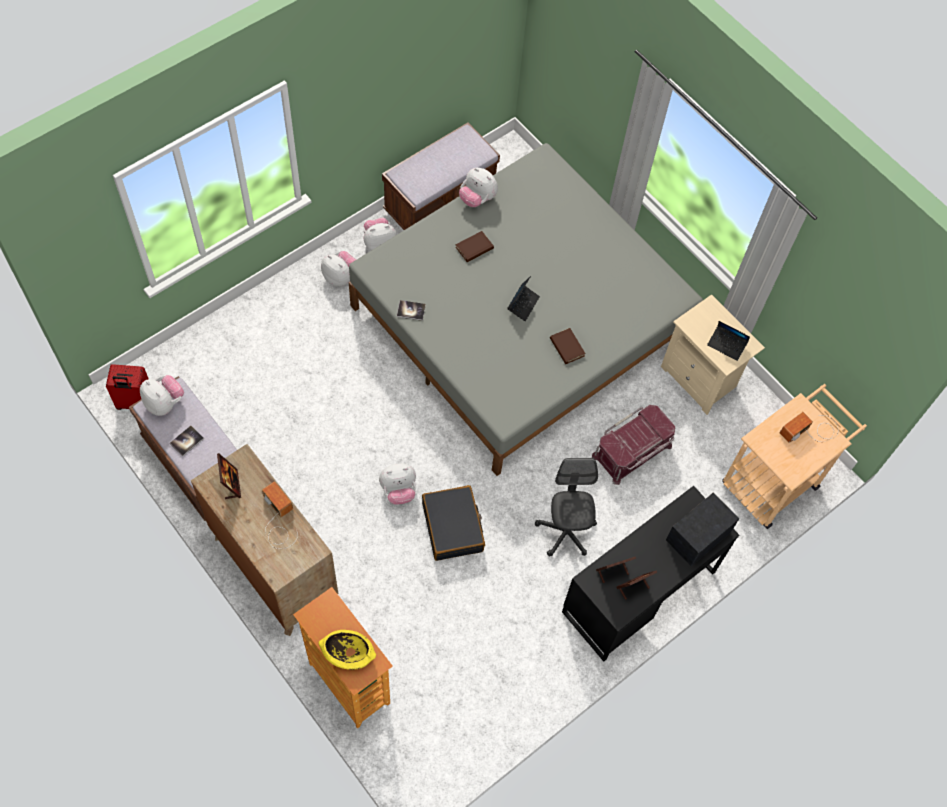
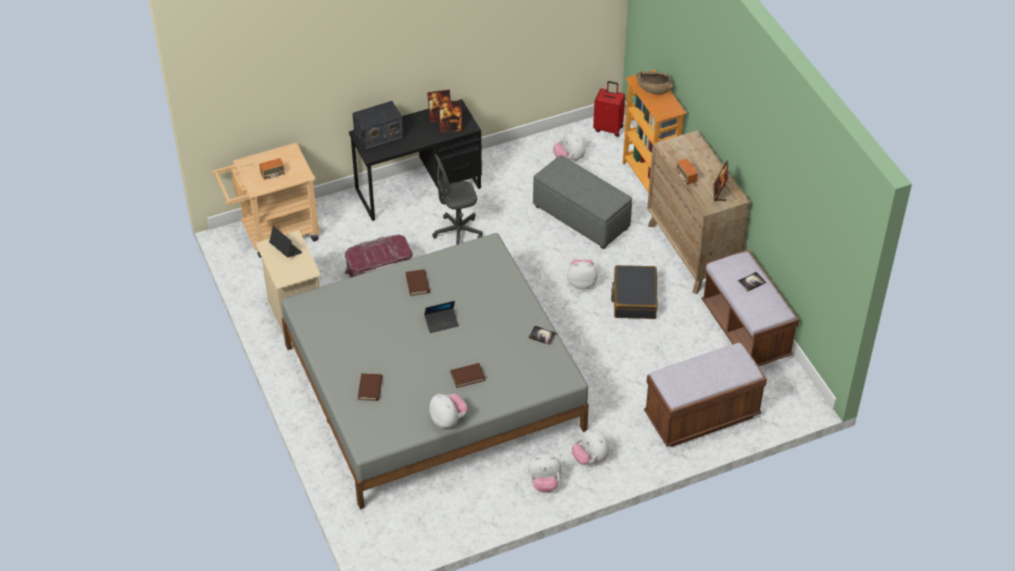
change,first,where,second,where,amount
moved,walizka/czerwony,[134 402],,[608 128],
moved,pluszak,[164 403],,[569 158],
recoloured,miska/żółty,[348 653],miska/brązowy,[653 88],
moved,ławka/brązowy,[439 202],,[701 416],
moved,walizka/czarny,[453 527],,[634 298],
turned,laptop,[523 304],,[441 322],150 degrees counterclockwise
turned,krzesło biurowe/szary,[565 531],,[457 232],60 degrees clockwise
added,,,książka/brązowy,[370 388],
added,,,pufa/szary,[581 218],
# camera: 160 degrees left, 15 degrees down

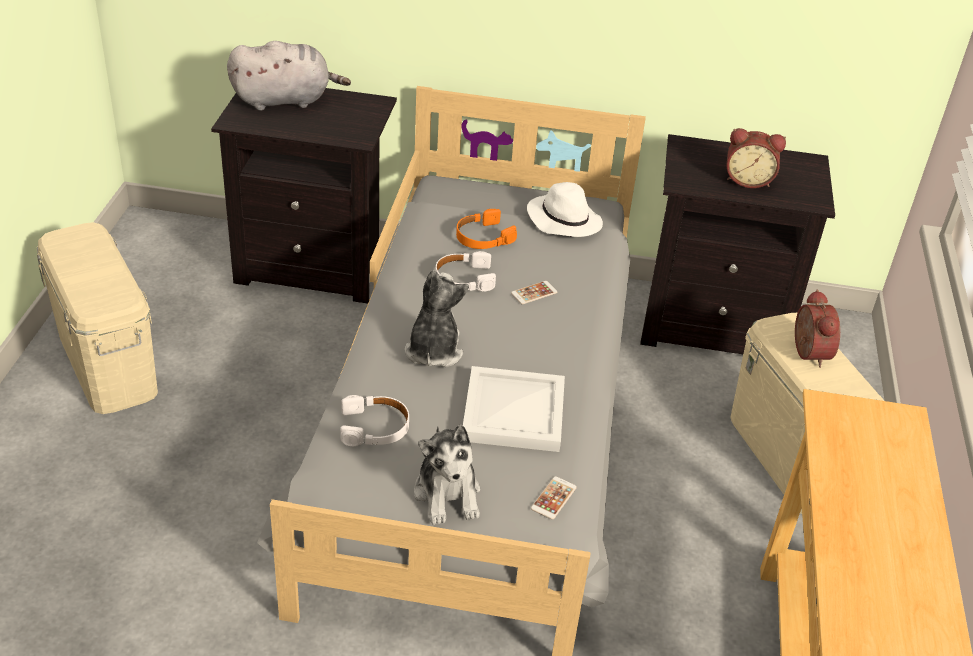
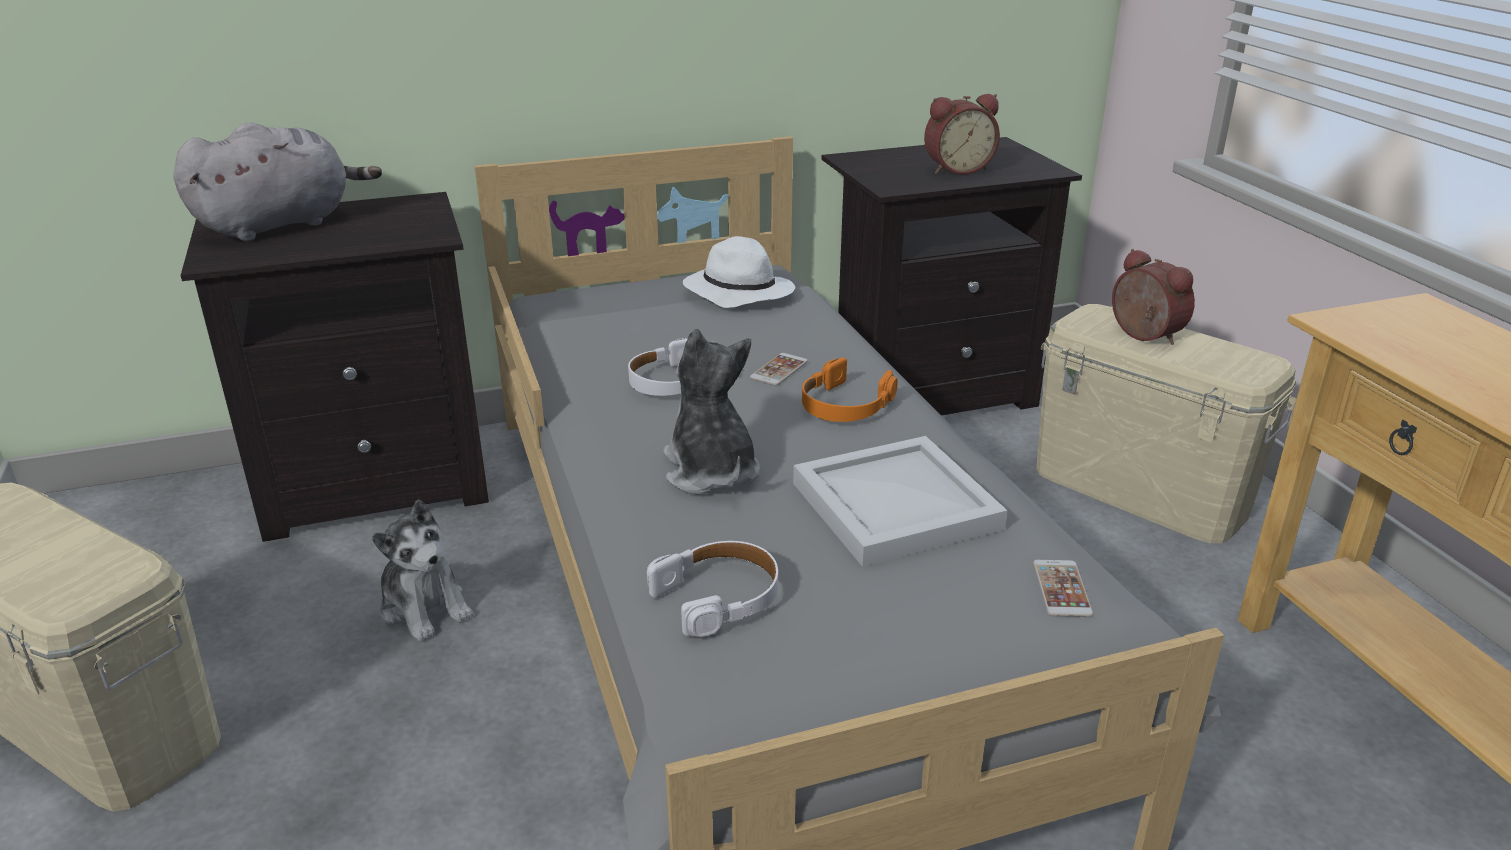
change,first,where,second,where,amount
moved,pluszak,[448 494],,[425 607],
moved,słuchawki/pomarańczowy,[483 237],,[844 405],
# camera: 25 degrees left, 10 degrees down

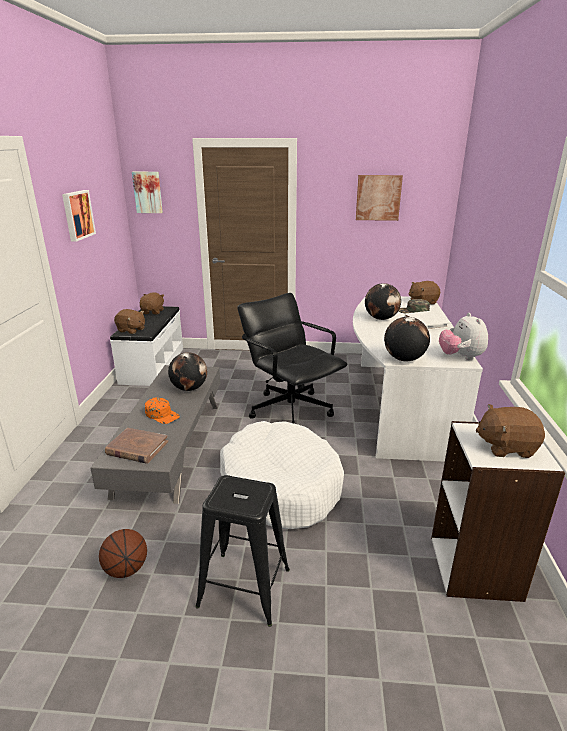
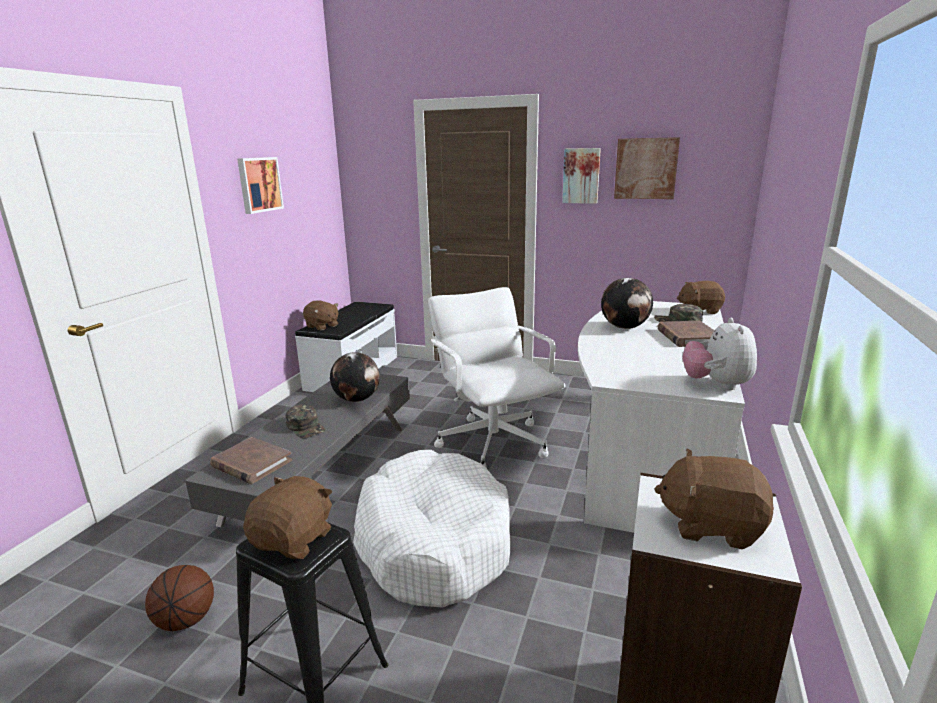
change,first,where,second,where,amount
moved,obraz,[148 192],,[581 176],
moved,pluszak/brązowy,[153 312],,[294 540],
recoloured,czapka z daszkiem/pomarańczowy,[162 415],czapka z daszkiem/zielony,[306 427],
recoloured,krzesło biurowe/czarny,[290 410],krzesło biurowe/biały,[493 442],
removed,globus,[404 359],,,
recoloured,książka/biały,[426 323],książka/brązowy,[688 337],
# camera: 15 degrees right, 5 degrees down

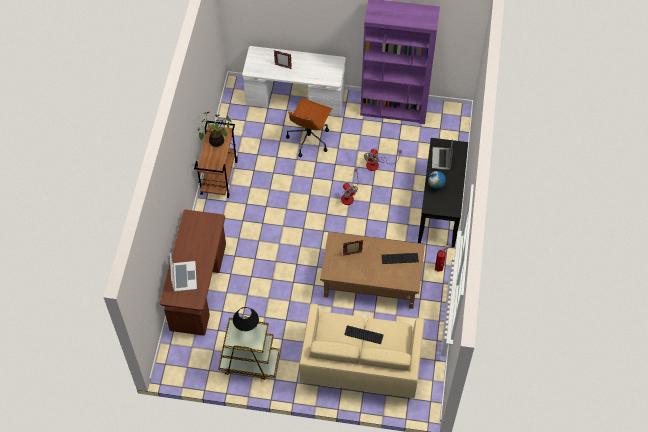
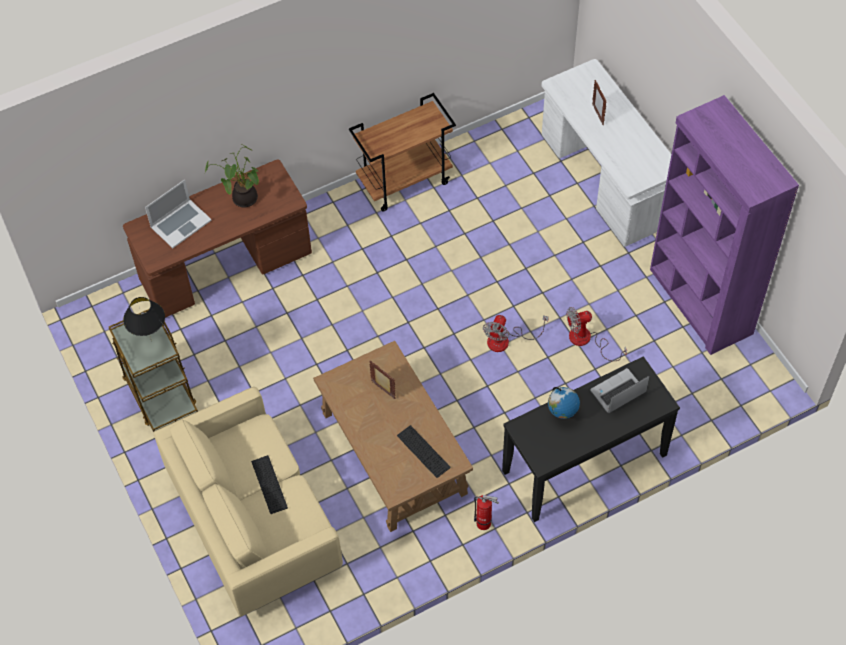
change,first,where,second,where,amount
moved,roślina doniczkowa,[216 142],,[242 199],
removed,krzesło biurowe/brązowy,[309 139],,,
# camera: 55 degrees right, 0 degrees up

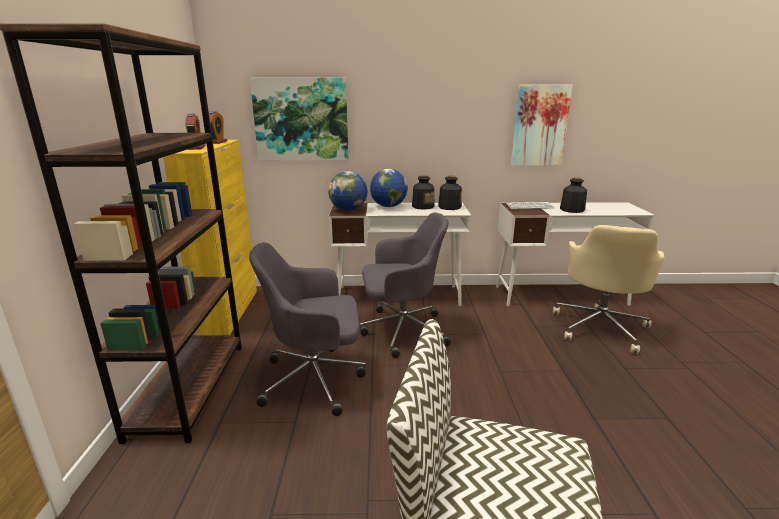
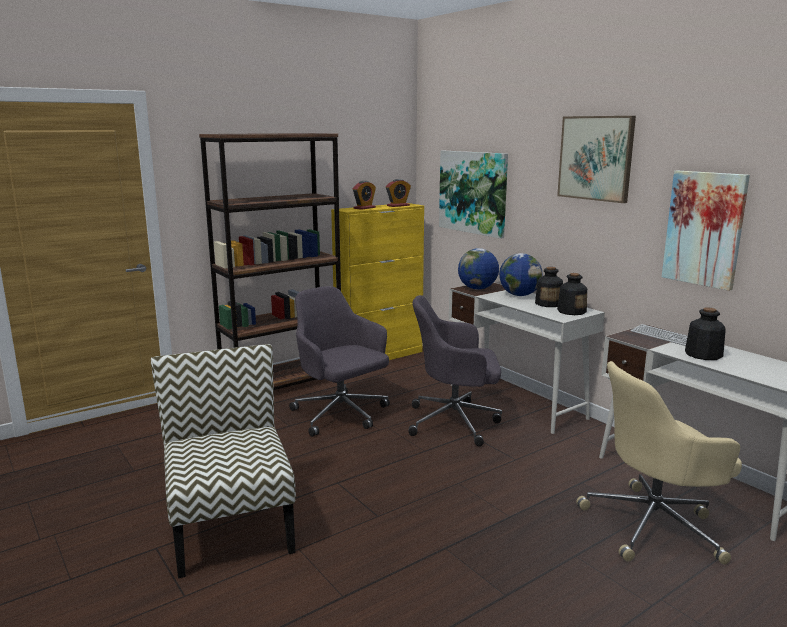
change,first,where,second,where,amount
turned,krzesło biurowe/szary,[401 331],,[455 422],135 degrees clockwise
added,,,obraz,[596 158],
# camera: 55 degrees right, 5 degrees down

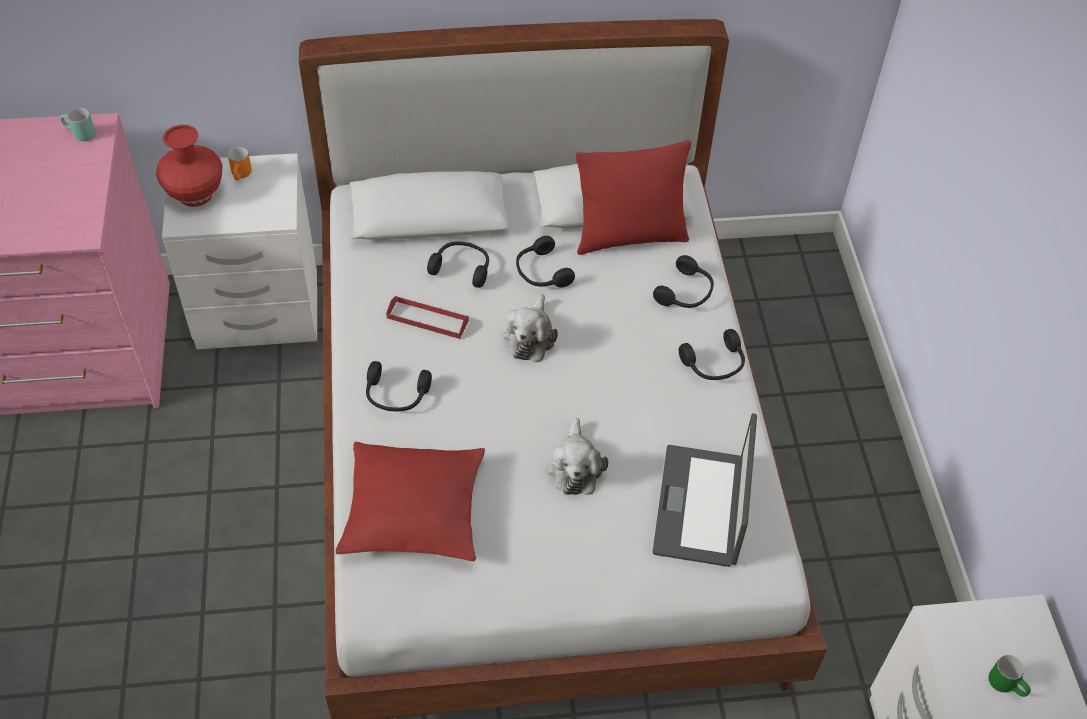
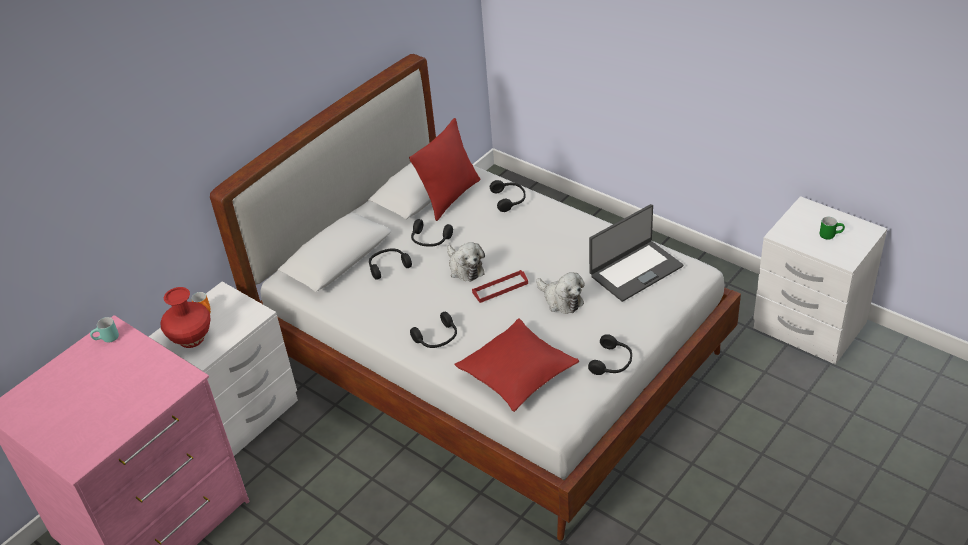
change,first,where,second,where,amount
moved,taca/czerwony,[427 319],,[500 288],
turned,laptop,[702 506],,[635 270],90 degrees counterclockwise
moved,słuchawki/czarny,[714 365],,[612 362],
# camera: 40 degrees left, 10 degrees down

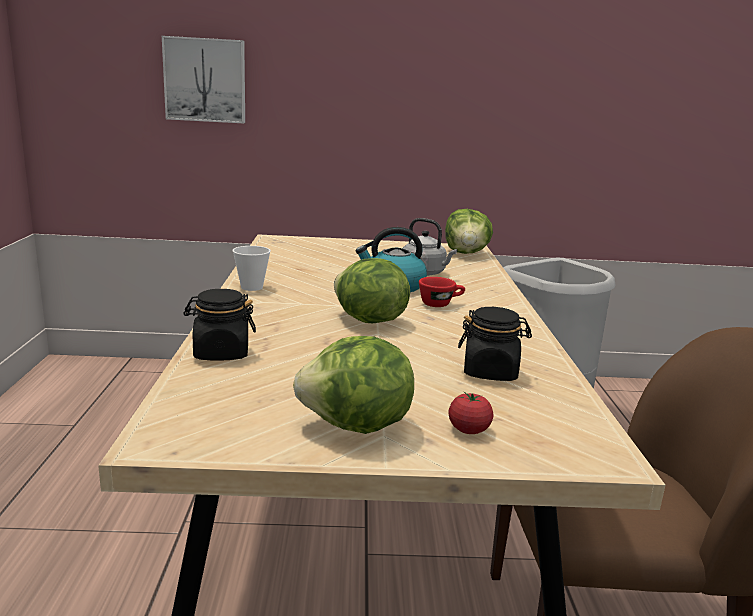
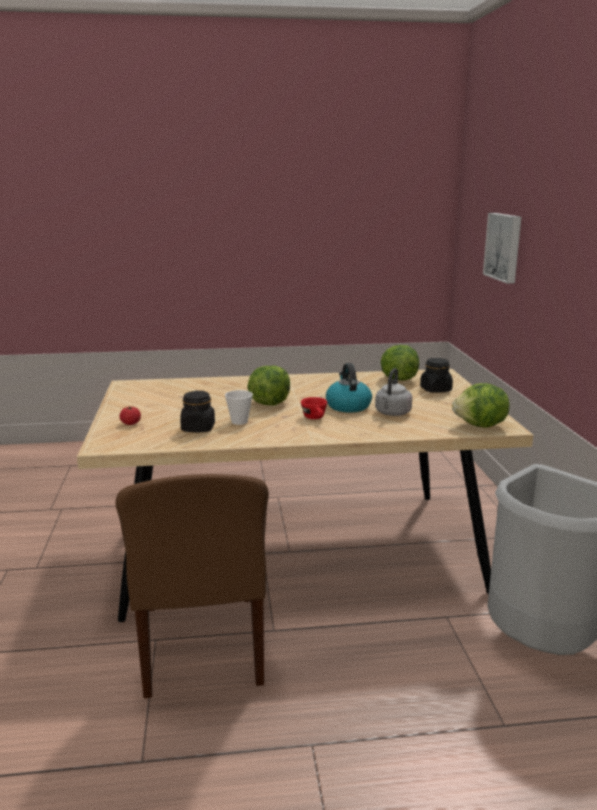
change,first,where,second,where,amount
moved,słoik/czarny,[221 353],,[435 390],
moved,filiżanka,[251 287],,[239 421],
moved,sałata,[356 427],,[398 379],
# camera: 85 degrees right, 0 degrees up

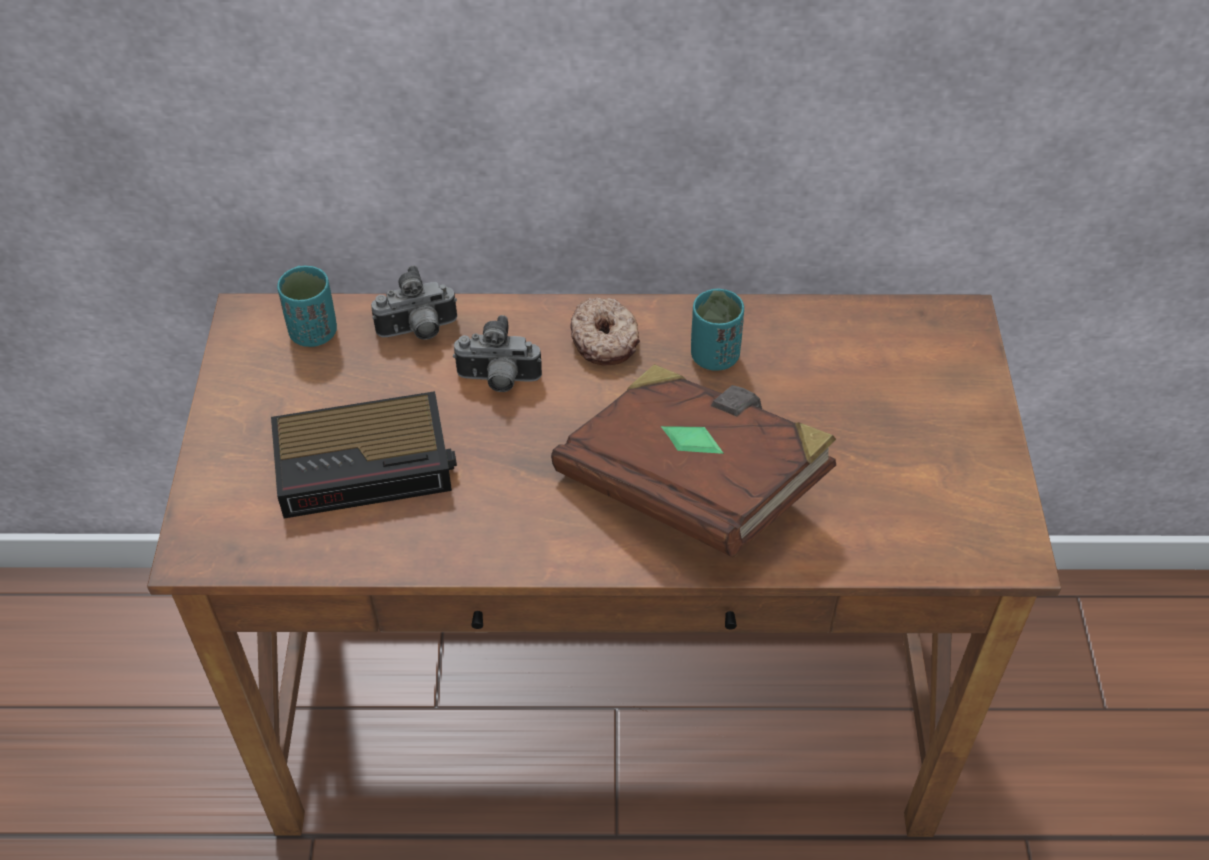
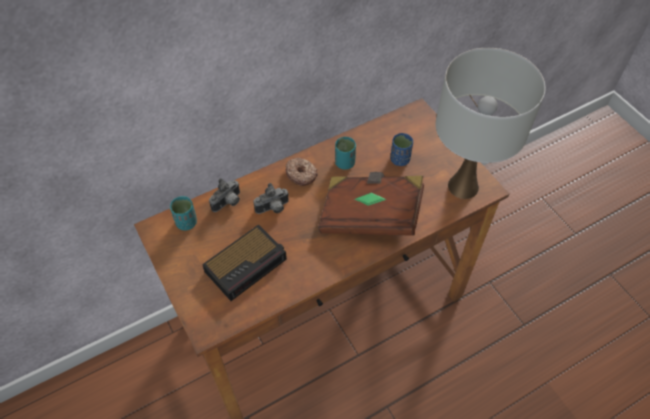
change,first,where,second,where,amount
added,,,filiżanka/niebieski,[400 159],
added,,,lampa stołowa/biały,[463 186],
# camera: 30 degrees left, 5 degrees up

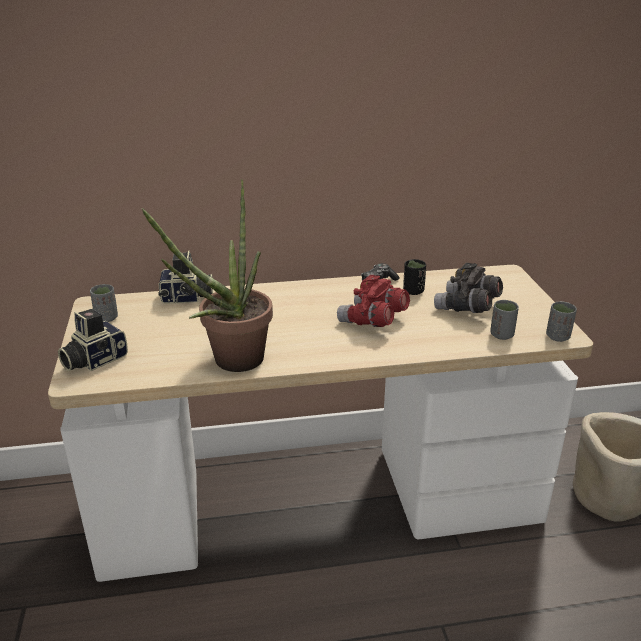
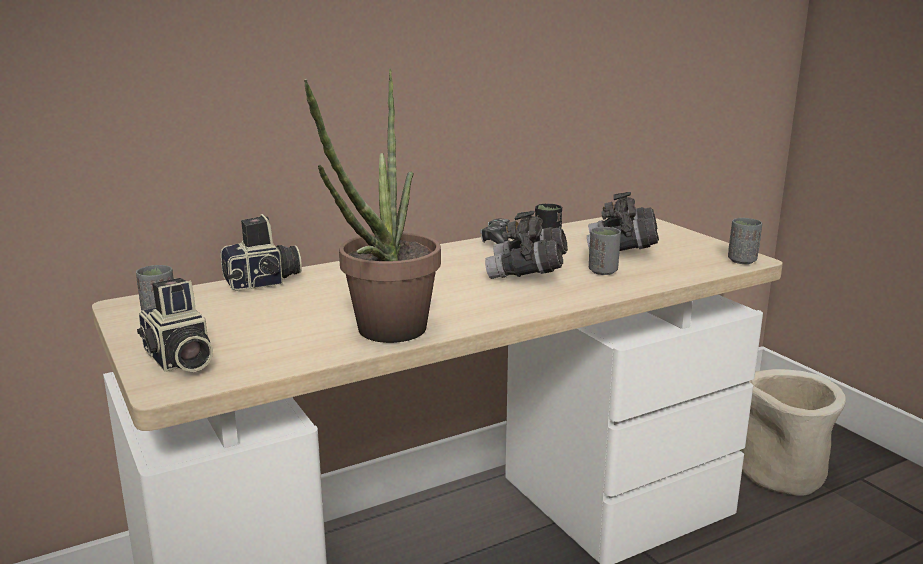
change,first,where,second,where,amount
turned,aparat fotograficzny,[94 360],,[178 360],60 degrees counterclockwise
recoloured,lornetka/czerwony,[373 321],lornetka/szary,[527 274],
moved,filiżanka/szary,[501 335],,[603 271],
# camera: 20 degrees left, 10 degrees down

